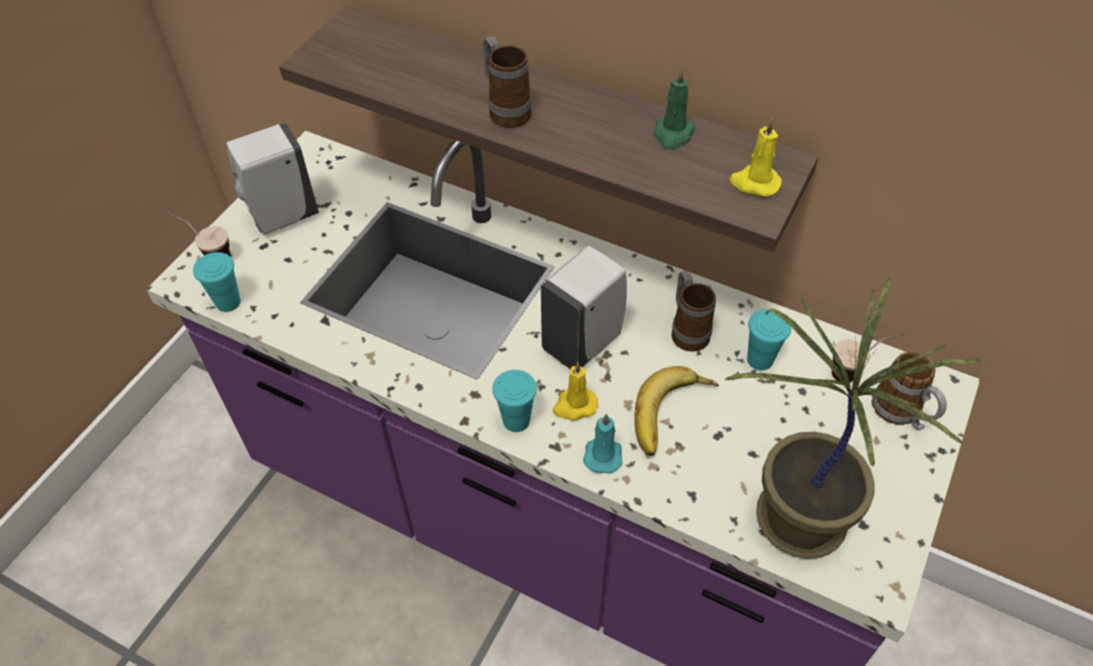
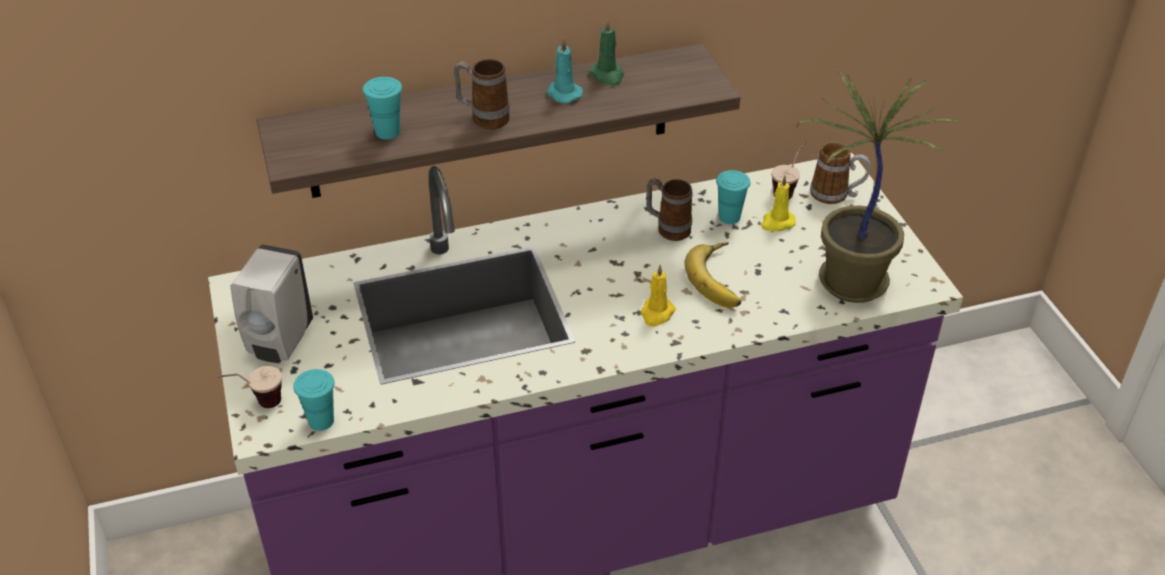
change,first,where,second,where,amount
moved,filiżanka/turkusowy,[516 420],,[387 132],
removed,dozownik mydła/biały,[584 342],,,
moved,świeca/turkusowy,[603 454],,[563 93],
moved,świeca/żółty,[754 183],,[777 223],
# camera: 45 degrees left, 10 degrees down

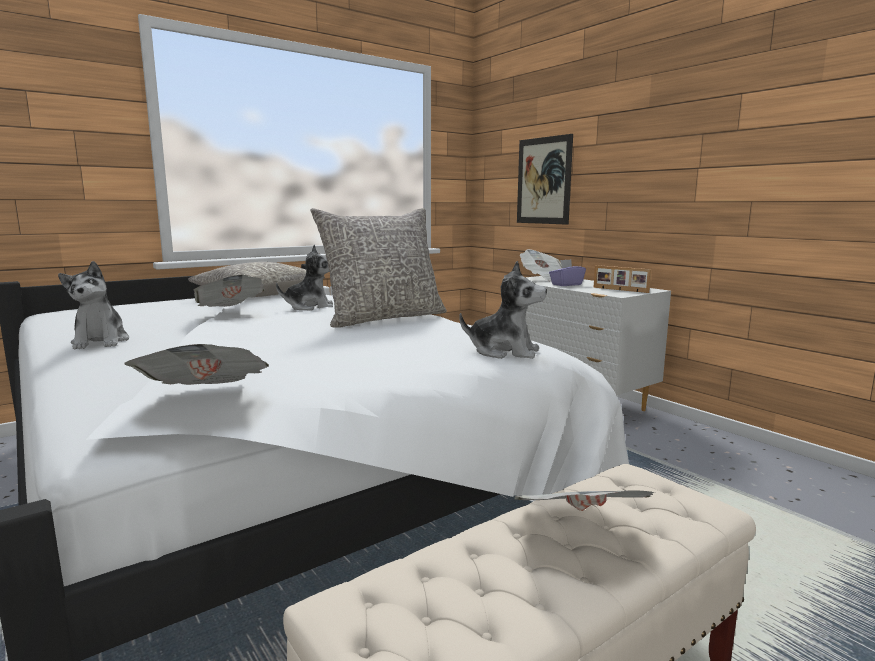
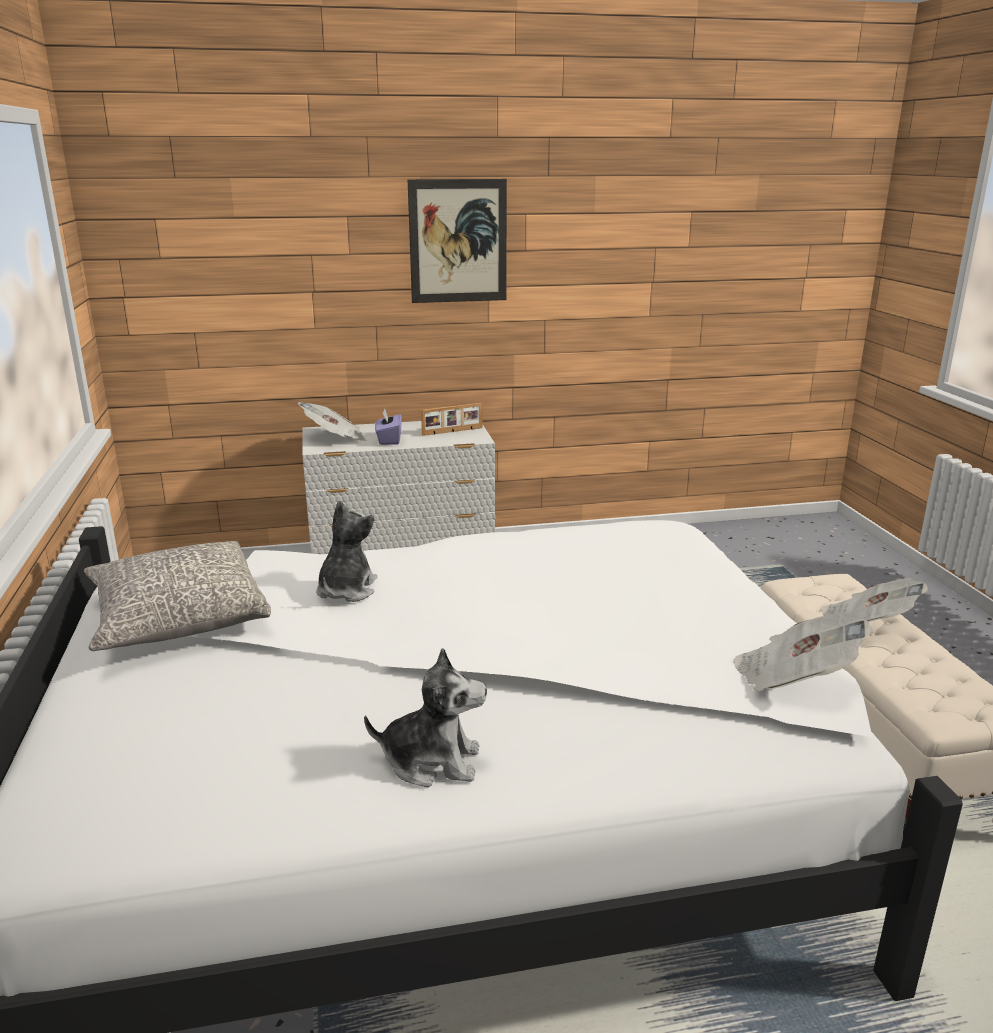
change,first,where,second,where,amount
removed,gazeta,[230 311],,,
removed,poduszka/szary,[383 318],,,
removed,pluszak,[504 351],,,
moved,obraz,[543 181],,[458 241],
# camera: 65 degrees left, 10 degrees up

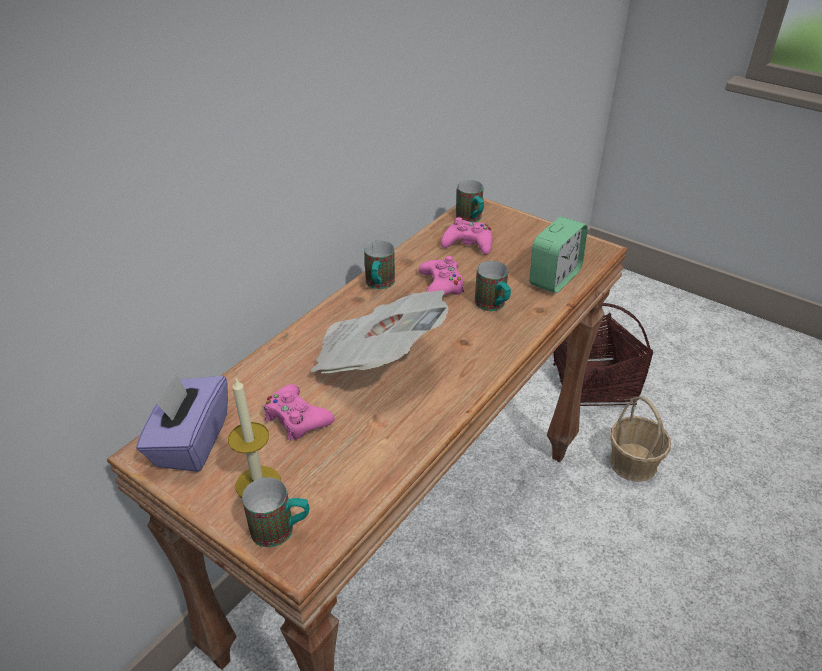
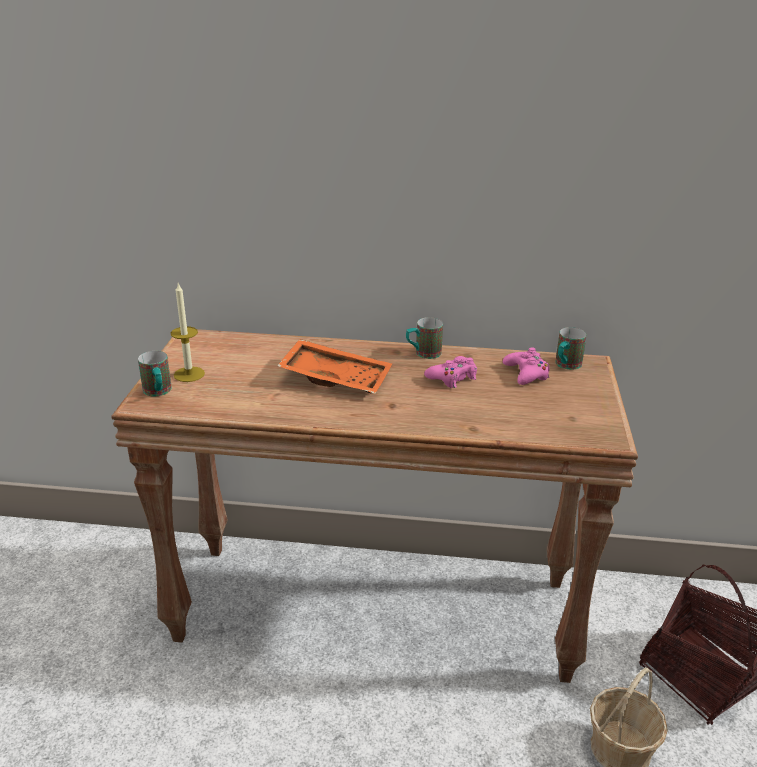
change,first,where,second,where,amount
removed,pudełko chusteczek/fioletowy,[191 441],,,
removed,pad do gier/różowy,[296 419],,,
replaced,gazeta,[377 359],taca/pomarańczowy,[336 377],
removed,kubek,[493 306],,,
removed,budzik,[554 278],,,
# camera: 60 degrees right, 10 degrees down

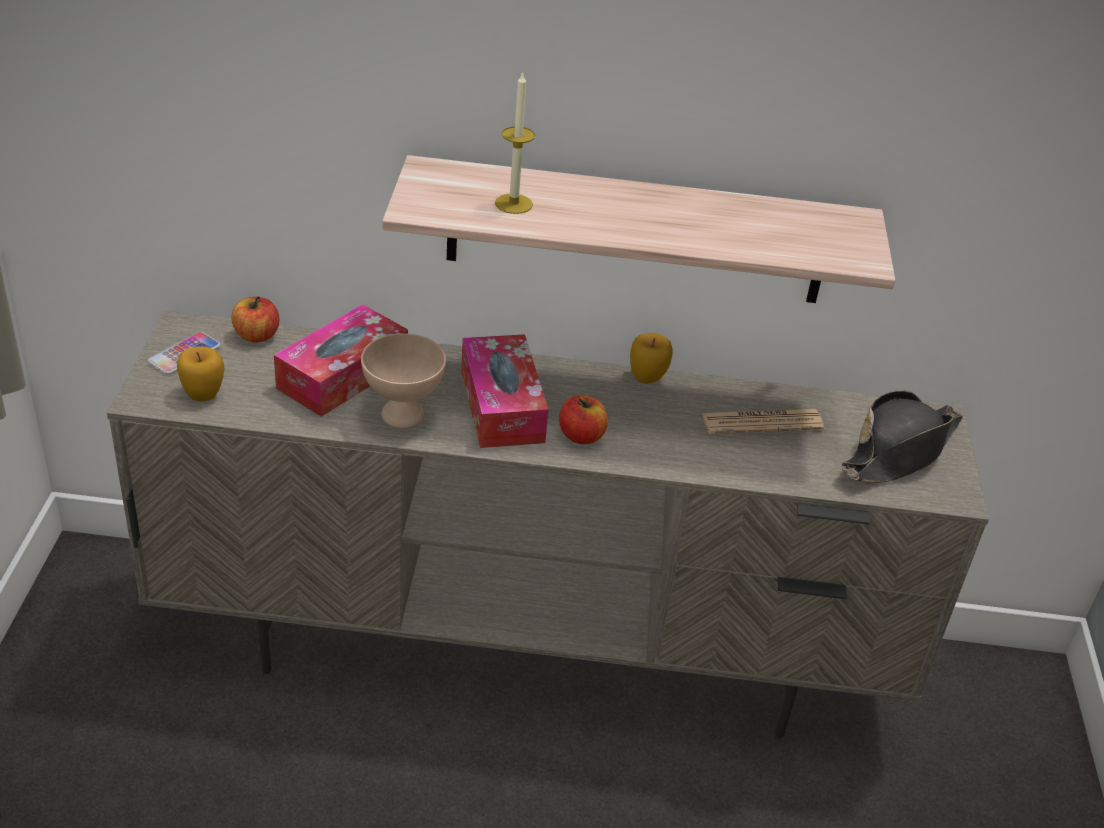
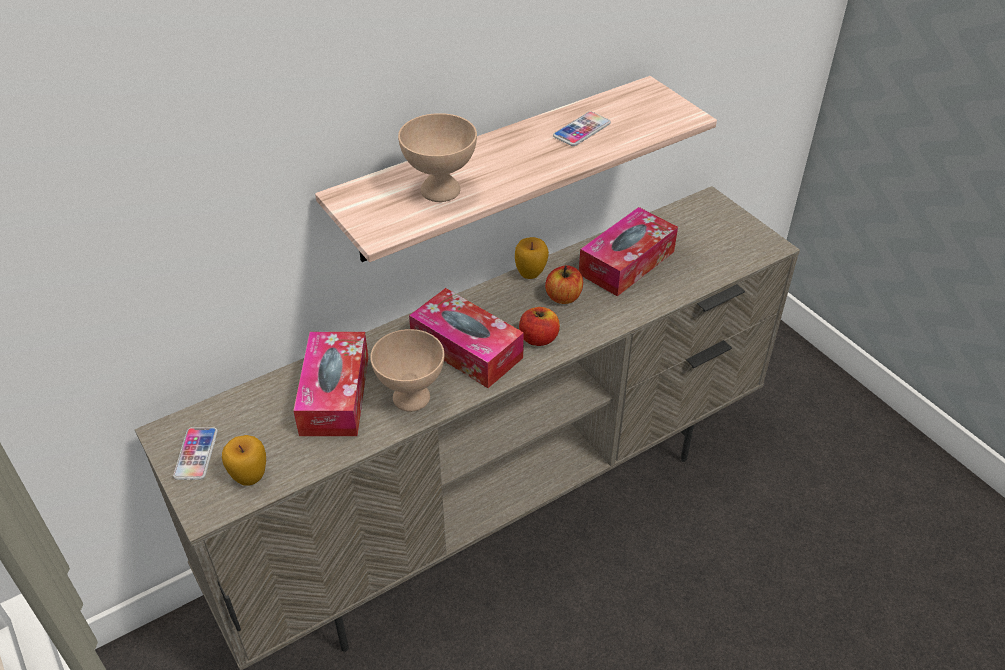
change,first,where,second,where,amount
moved,jabłko,[256 335],,[563 297],
replaced,świeca,[513 204],miska/beżowy,[439 191],
replaced,gazeta,[762 422],pudełko chusteczek,[626 262],
removed,kapelusz/czarny,[900 451],,,
added,,,telefon,[581 130],
# camera: 35 degrees left, 5 degrees up

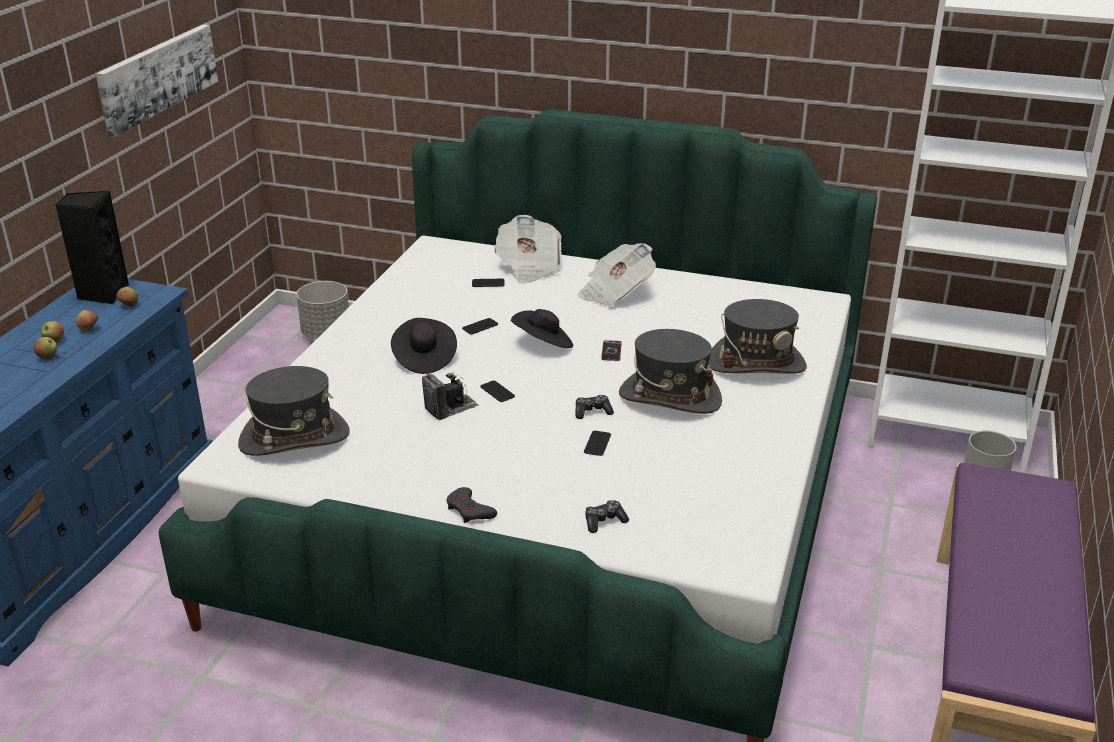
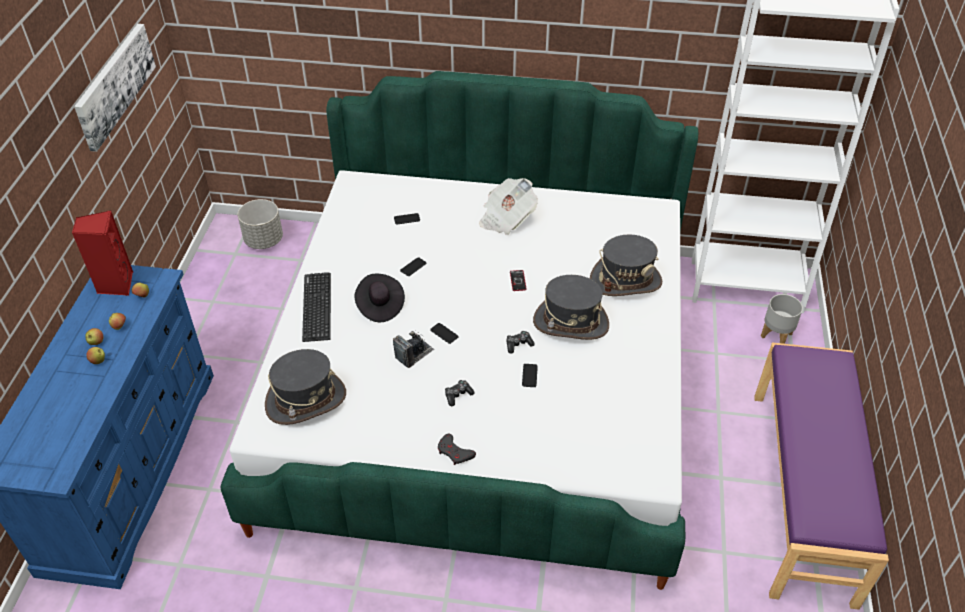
change,first,where,second,where,amount
recoloured,głośnik/czarny,[102 293],głośnik/czerwony,[115 284],
removed,gazeta,[529 267],,,
removed,kapelusz/czarny,[543 344],,,
moved,pad do gier,[604 521],,[458 395],
added,,,klawiatura,[317 307],
# camera: 10 degrees left, 15 degrees up

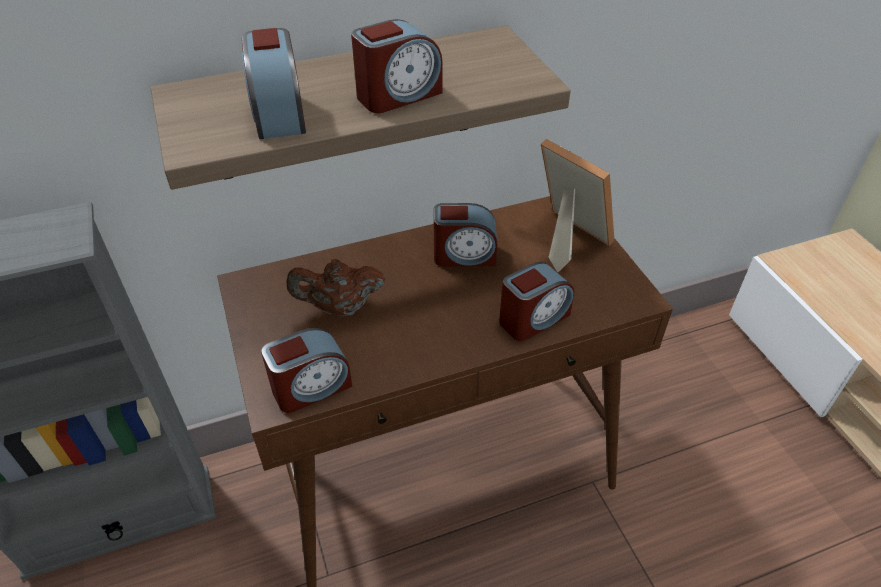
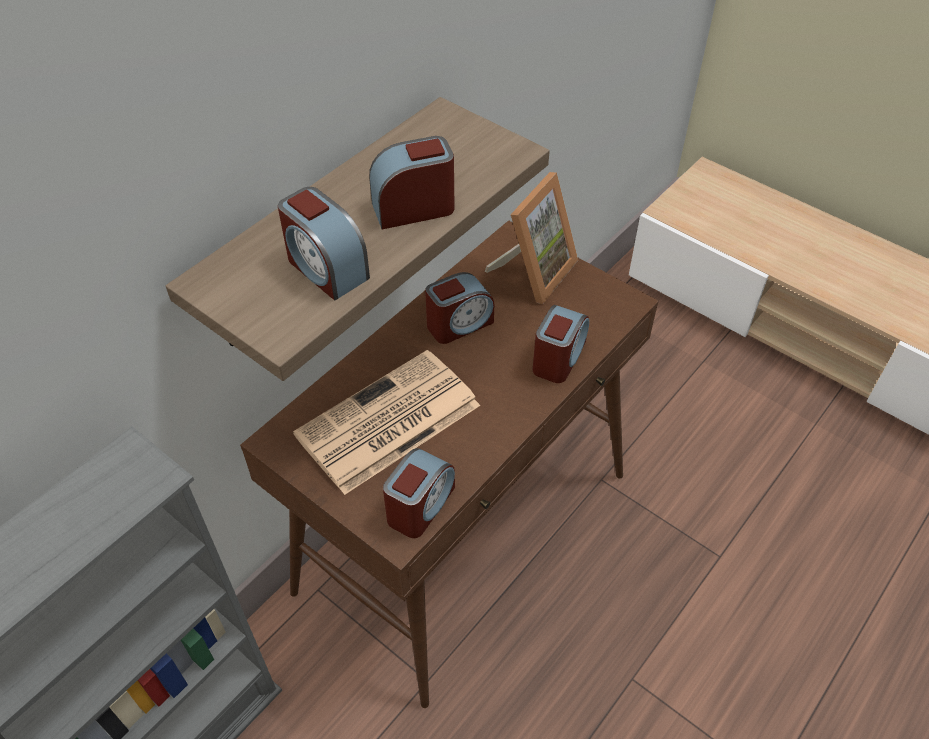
change,first,where,second,where,amount
replaced,imbryk/brązowy,[340 308],gazeta,[387 423],
turned,budzik,[398 95],,[413 208],135 degrees counterclockwise
turned,ramka na zdjęcie,[565 238],,[533 272],105 degrees clockwise
# camera: 30 degrees left, 5 degrees up

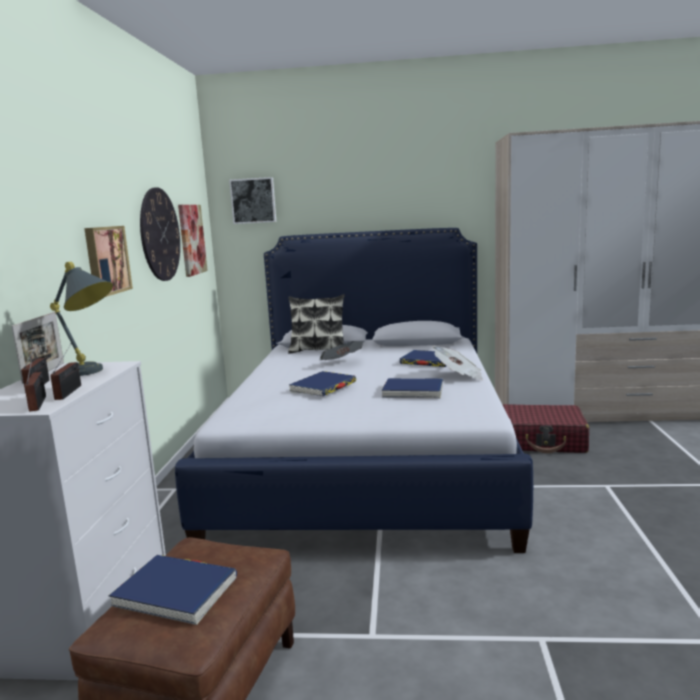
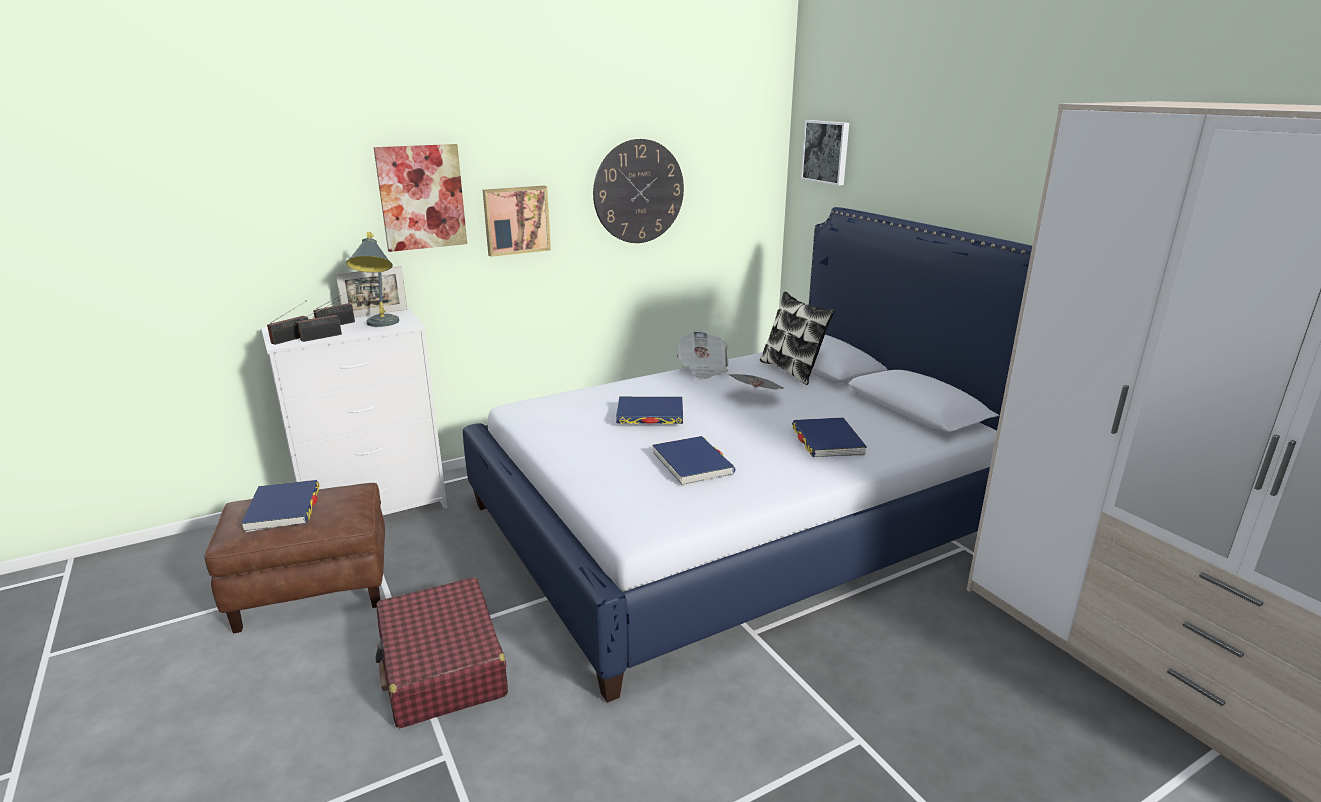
change,first,where,second,where,amount
moved,obraz,[191 239],,[421 197],
moved,gazeta,[459 376],,[703 369],
moved,walizka/czerwony,[542 441],,[442 667],
# camera: 55 degrees right, 10 degrees up

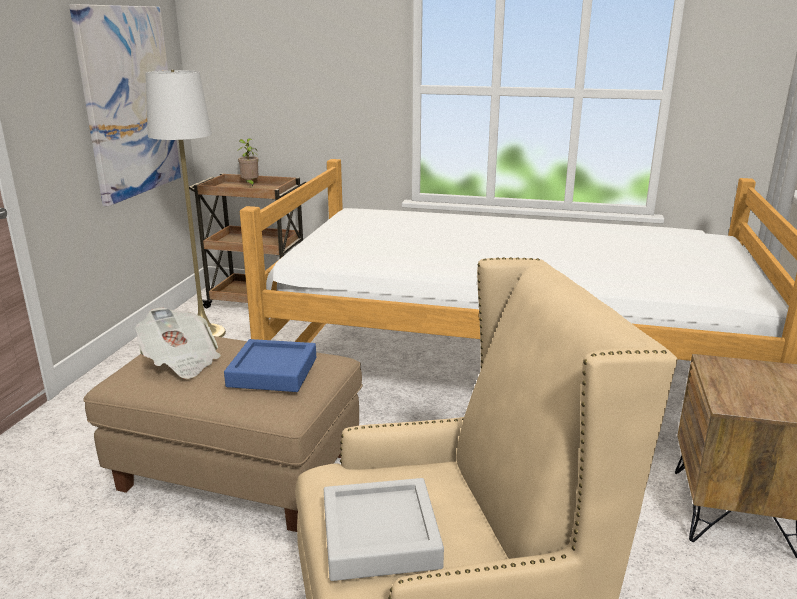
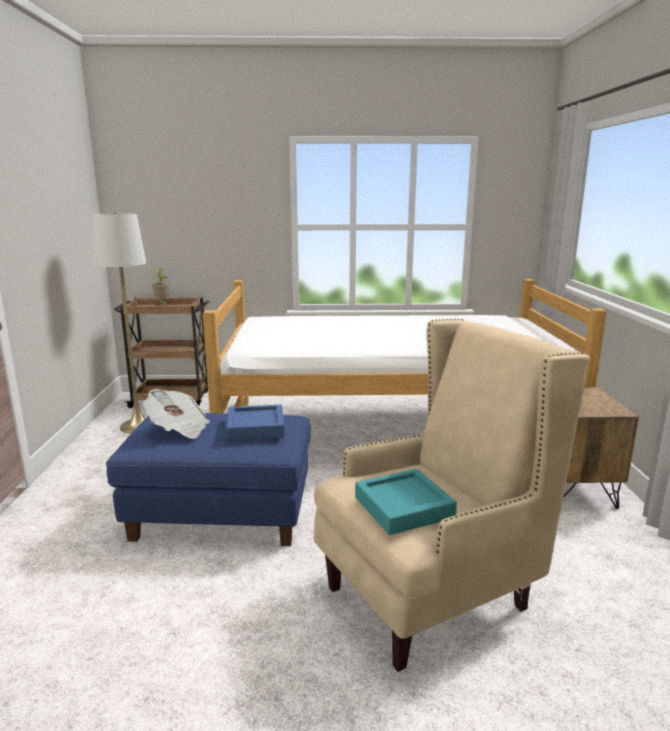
change,first,where,second,where,amount
removed,obraz,[129 102],,,
recoloured,pufa/beżowy,[236 471],pufa/niebieski,[220 514],
recoloured,taca/szary,[380 536],taca/turkusowy,[403 507],
# camera: 15 degrees left, 5 degrees down

